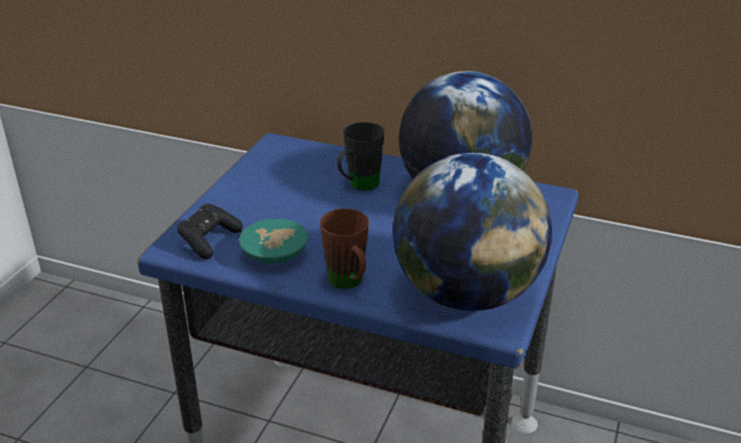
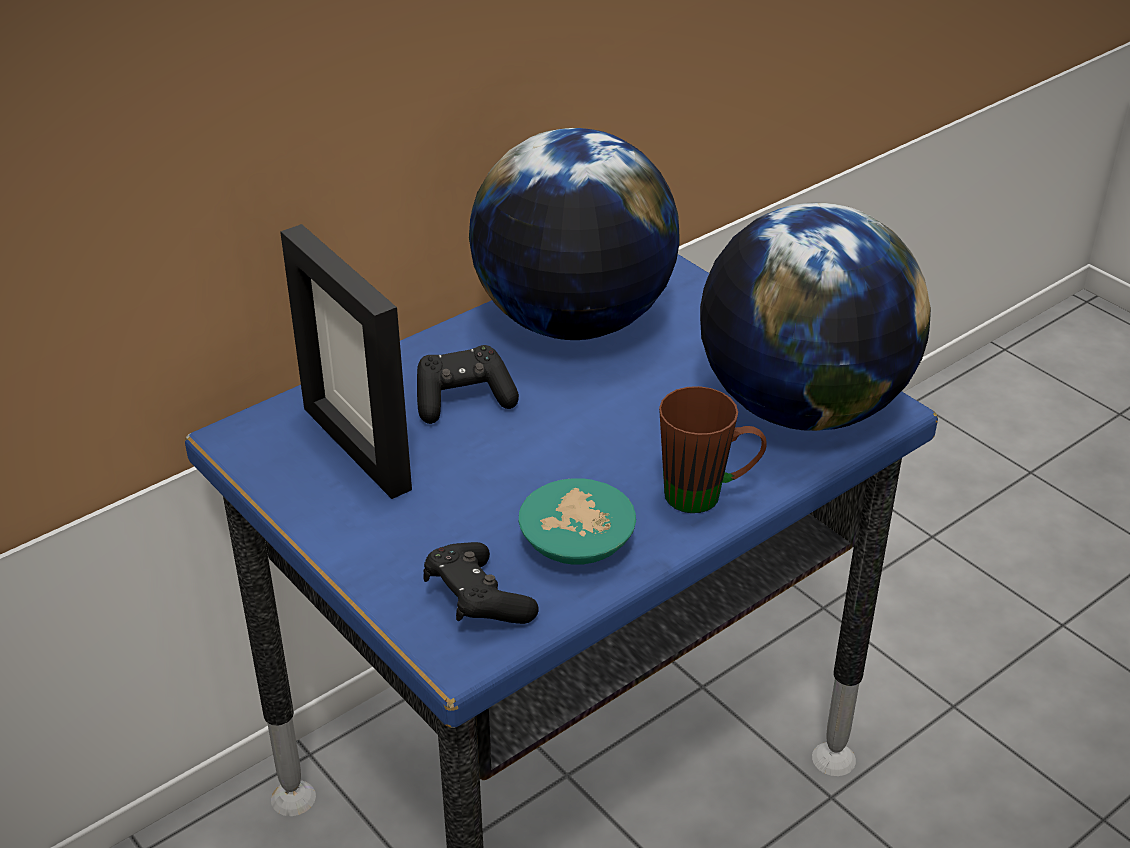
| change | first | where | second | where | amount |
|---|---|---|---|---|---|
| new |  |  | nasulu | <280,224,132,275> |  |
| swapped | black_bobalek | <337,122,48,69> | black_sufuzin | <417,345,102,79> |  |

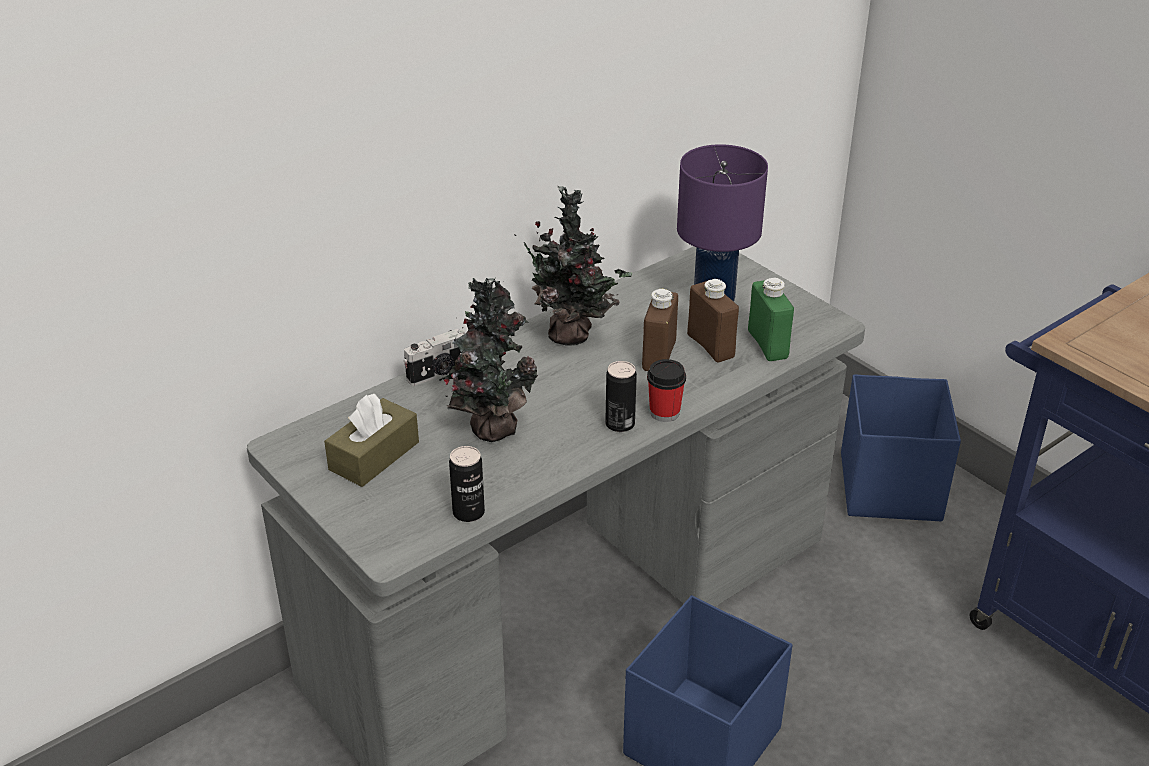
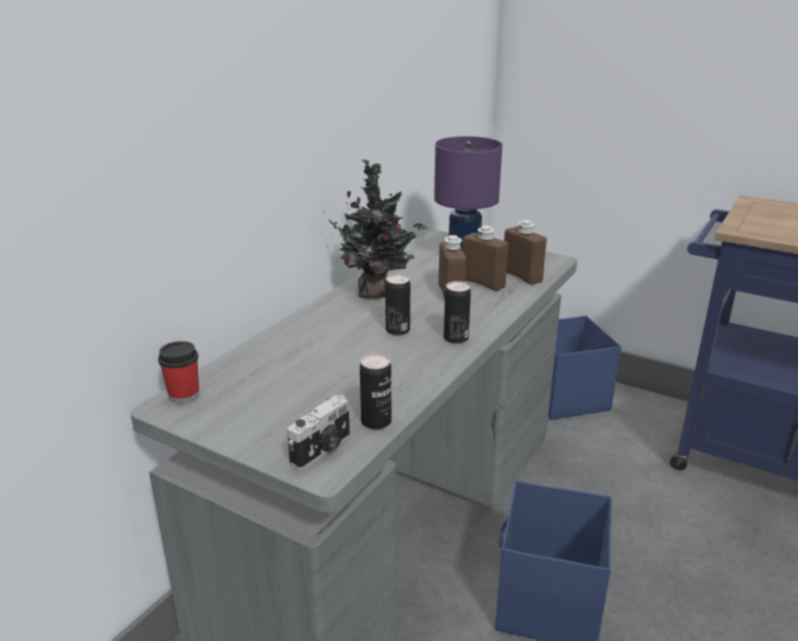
| change | first | where | second | where | amount |
|---|---|---|---|---|---|
| gone | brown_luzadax | <324,394,95,93> |  |  |  |
| gone | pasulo | <439,278,99,164> |  |  |  |
| new |  |  | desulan | <385,274,25,61> |  |
| shifted | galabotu | <404,329,61,57> |  | <287,395,63,75> |  |
| shifted | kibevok | <647,359,39,63> |  | <158,341,41,63> |  |
| repainted | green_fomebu | <748,278,46,83> | brown_fomebu | <504,220,43,65> |  |

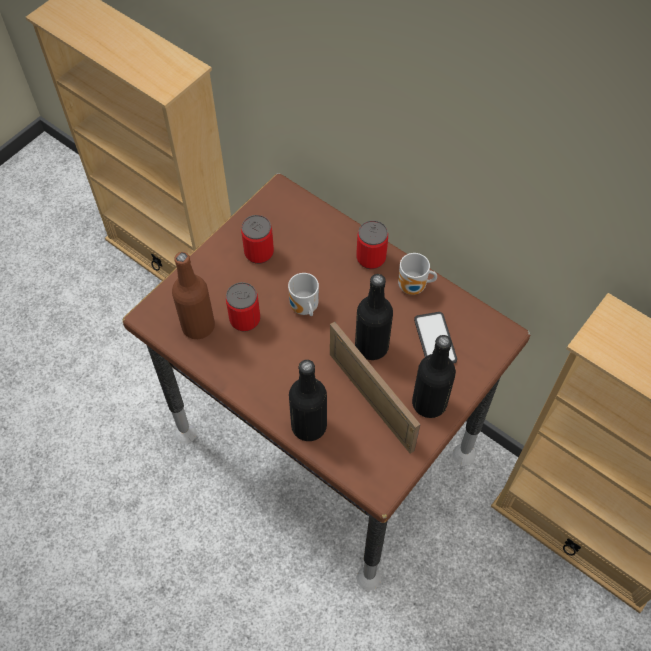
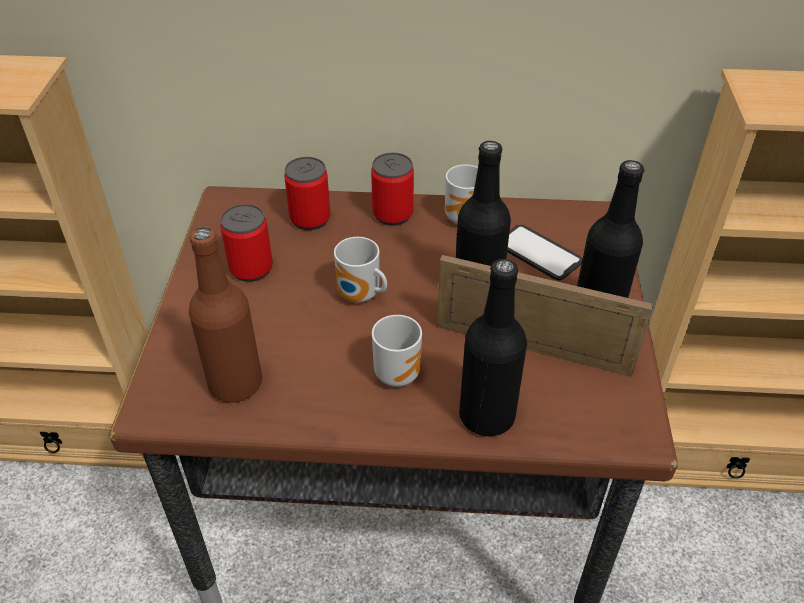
| change | first | where | second | where | amount |
|---|---|---|---|---|---|
| new |  |  | bobalek | <372,315,50,72> |  |
| shifted | desulan | <226,282,34,50> |  | <284,157,46,73> |  |

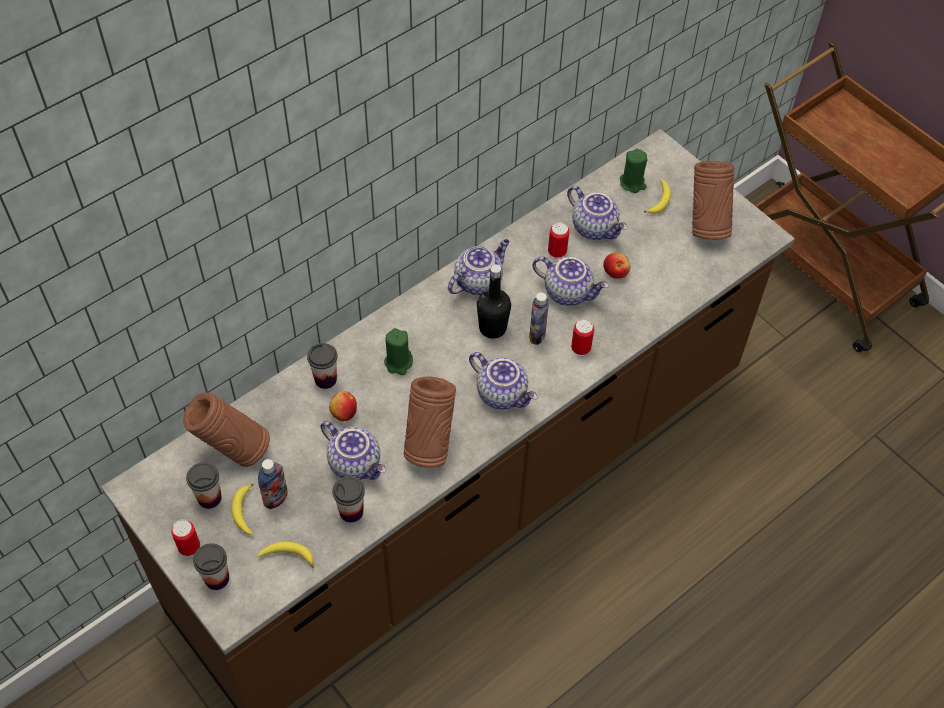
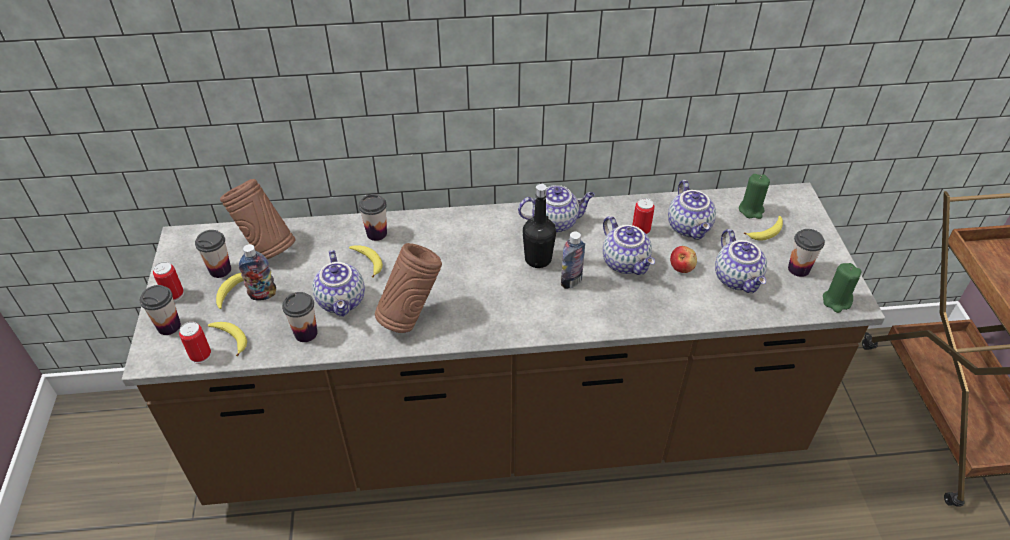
| change | first | where | second | where | amount |
|---|---|---|---|---|---|
| shifted | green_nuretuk | <384,328,29,47> |  | <823,263,38,50> |  |
| shifted | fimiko | <469,352,69,58> |  | <715,229,52,64> |  |
| shifted | desulan | <571,319,23,37> |  | <179,322,32,42> |  |
| swapped | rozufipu | <329,391,28,30> | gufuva | <349,245,34,32> |  |
| swapped | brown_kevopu | <692,161,42,79> | kibevok | <788,229,37,48> |  |

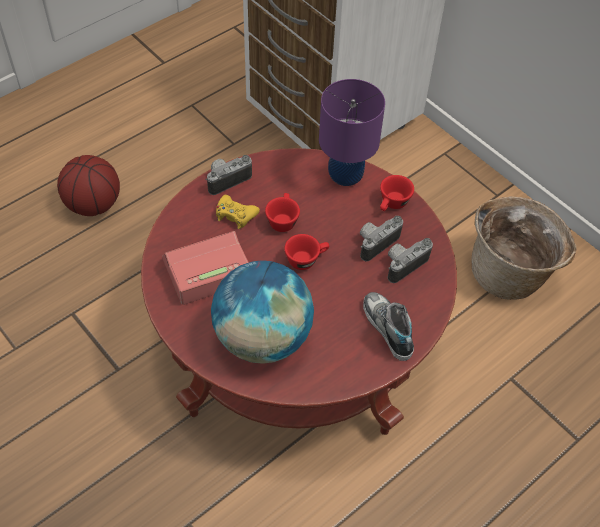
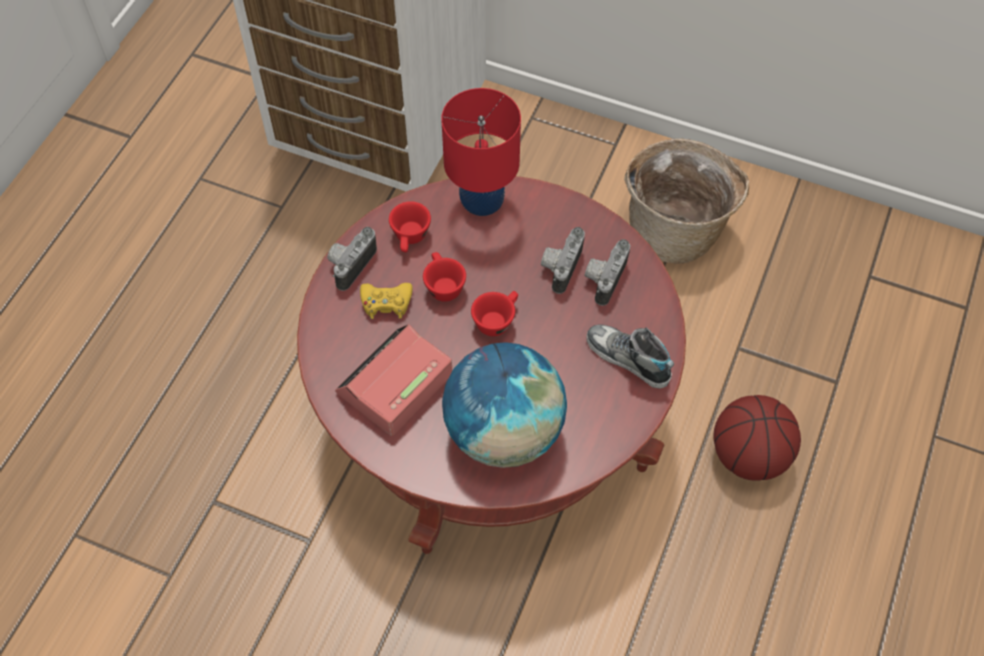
| change | first | where | second | where | amount |
|---|---|---|---|---|---|
| shifted | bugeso | <57,155,63,61> |  | <713,395,88,86> |  |
| shifted | red_kibevok | <380,175,34,36> |  | <389,201,42,51> |  |
| repainted | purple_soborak | <319,79,66,107> | red_soborak | <441,88,80,128> |  |

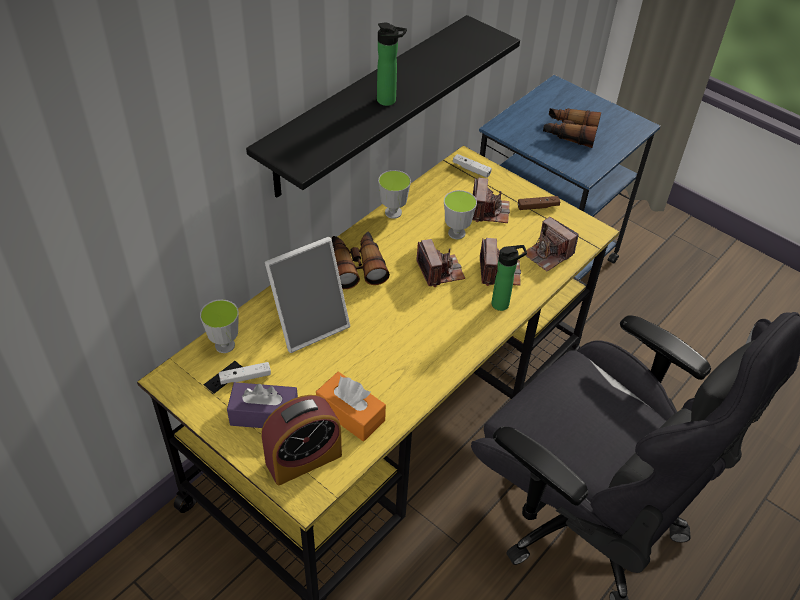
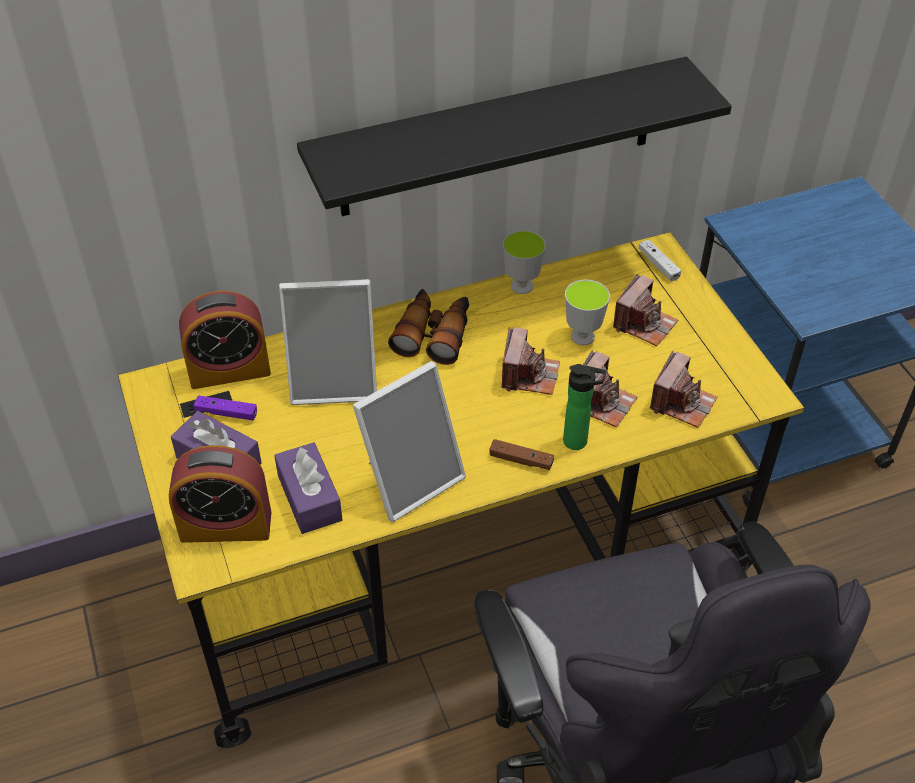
| change | first | where | second | where | amount |
|---|---|---|---|---|---|
| gone | fomebu | <377,23,30,83> |  |  |  |
| gone | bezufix | <543,108,58,40> |  |  |  |
| new |  |  | nasulu | <353,361,113,161> |  |
| shifted | brown_sufuzin | <518,196,42,14> |  | <489,439,65,31> |  |
| swapped | kibevok | <200,299,39,54> | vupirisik | <179,291,92,98> |  |
| repainted | white_sufuzin | <219,362,52,23> | purple_sufuzin | <194,395,63,25> |  |
| repainted | orange_luzadax | <316,372,70,69> | purple_luzadax | <274,442,68,92> |  |
| rotated | galabotu | <523,217,56,55> |  | <650,351,68,77> | 135 degrees counterclockwise |

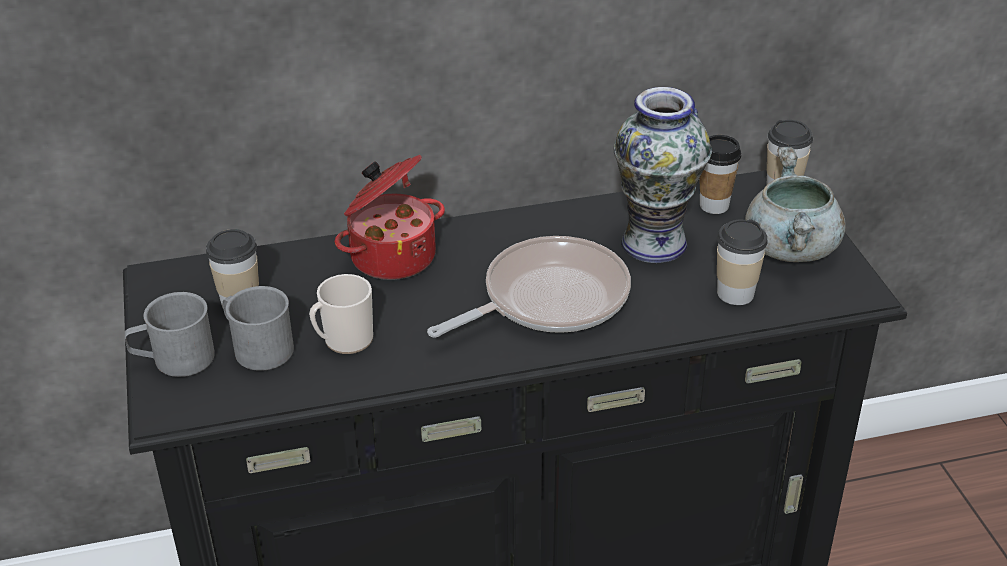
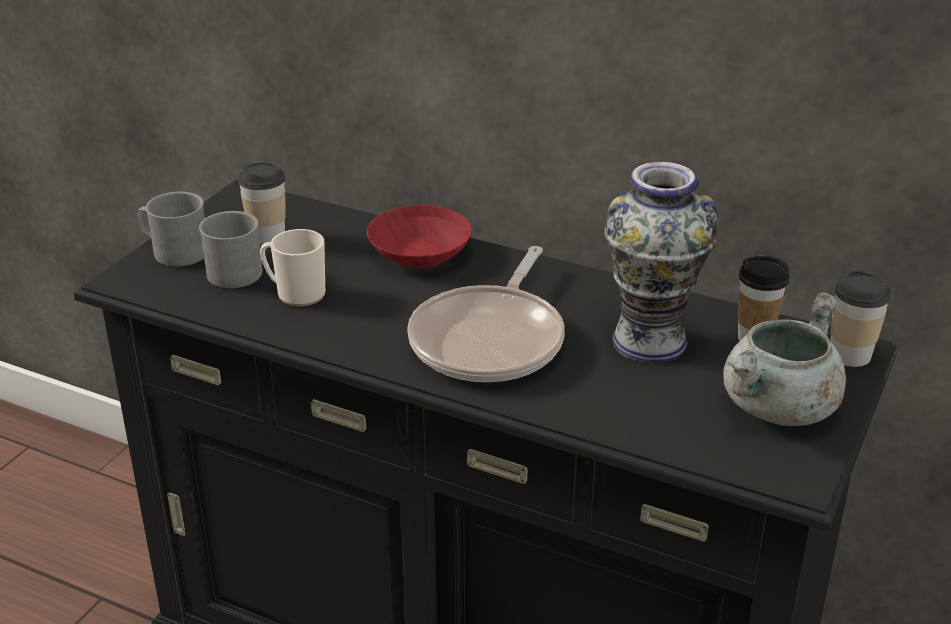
| change | first | where | second | where | amount |
|---|---|---|---|---|---|
| gone | kibevok | <717,219,51,86> |  |  |  |
| swapped | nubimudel | <335,155,110,125> | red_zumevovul | <367,205,105,63> |  |
| rotated | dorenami | <427,236,204,102> |  | <407,246,157,136> | 105 degrees clockwise |

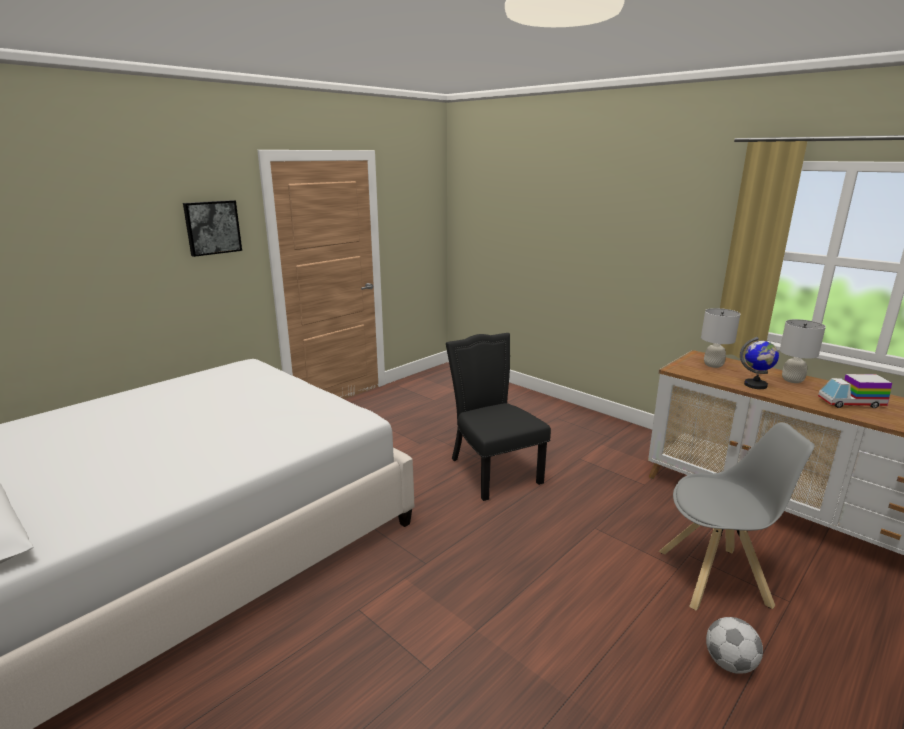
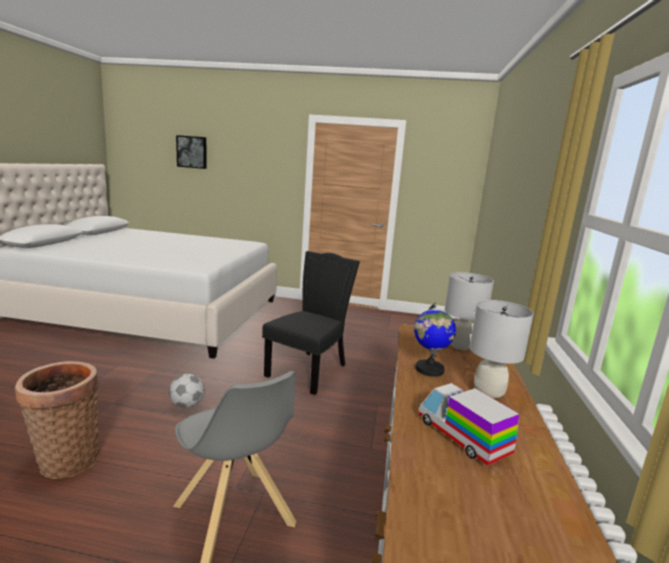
| change | first | where | second | where | amount |
|---|---|---|---|---|---|
| new |  |  | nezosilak | <15,361,84,118> |  |
| shifted | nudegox | <183,200,59,57> |  | <176,135,31,34> |  |
| shifted | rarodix | <706,617,57,57> |  | <169,374,35,34> |  |

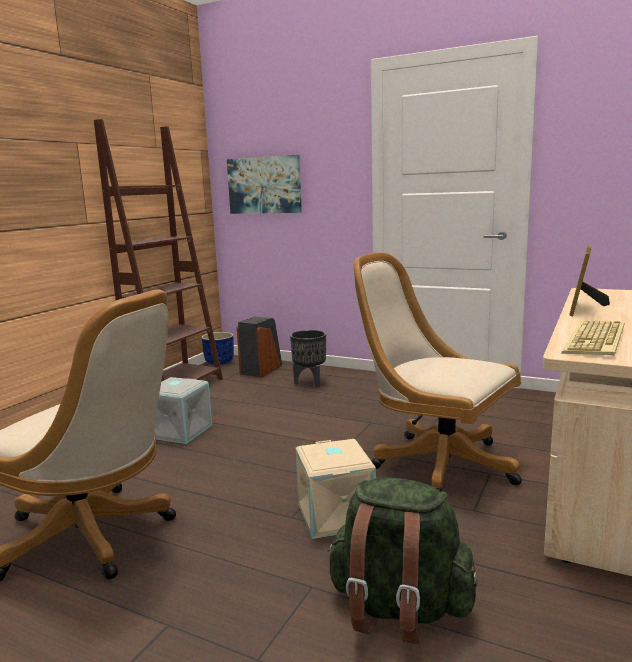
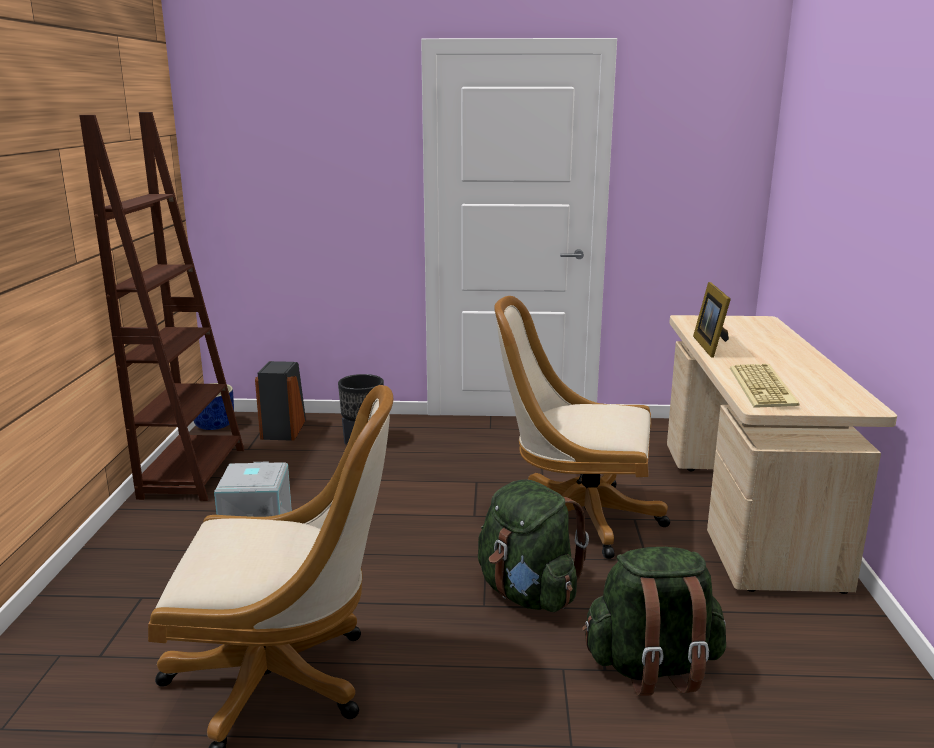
| change | first | where | second | where | amount |
|---|---|---|---|---|---|
| gone | nudegox | <227,155,75,59> |  |  |  |
| swapped | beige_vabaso | <296,439,80,100> | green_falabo | <478,479,111,133> |  |

